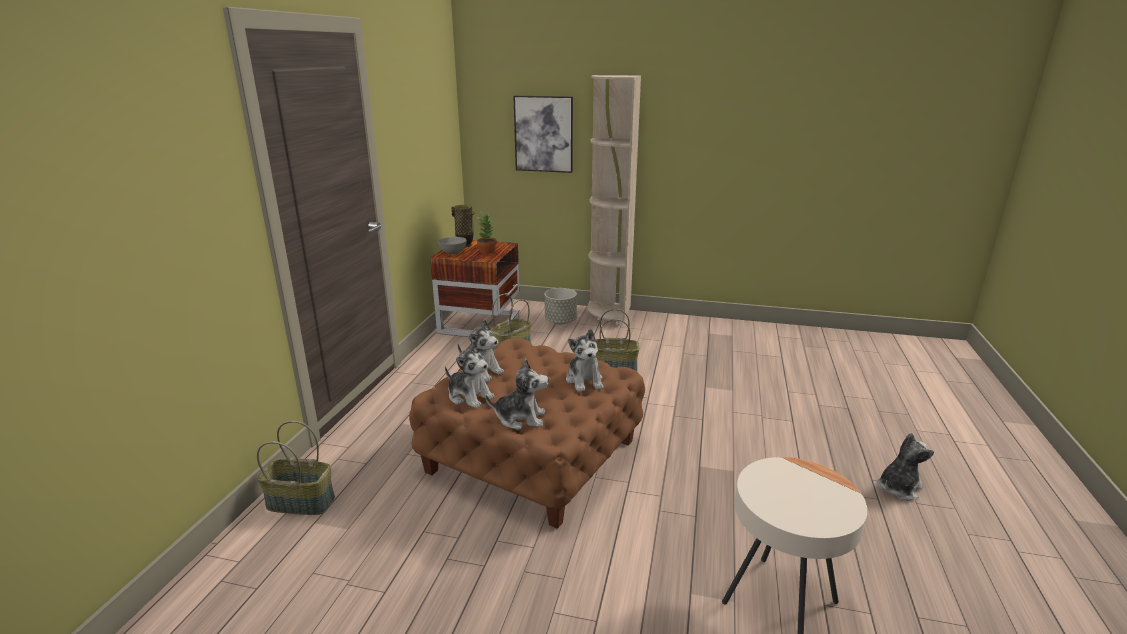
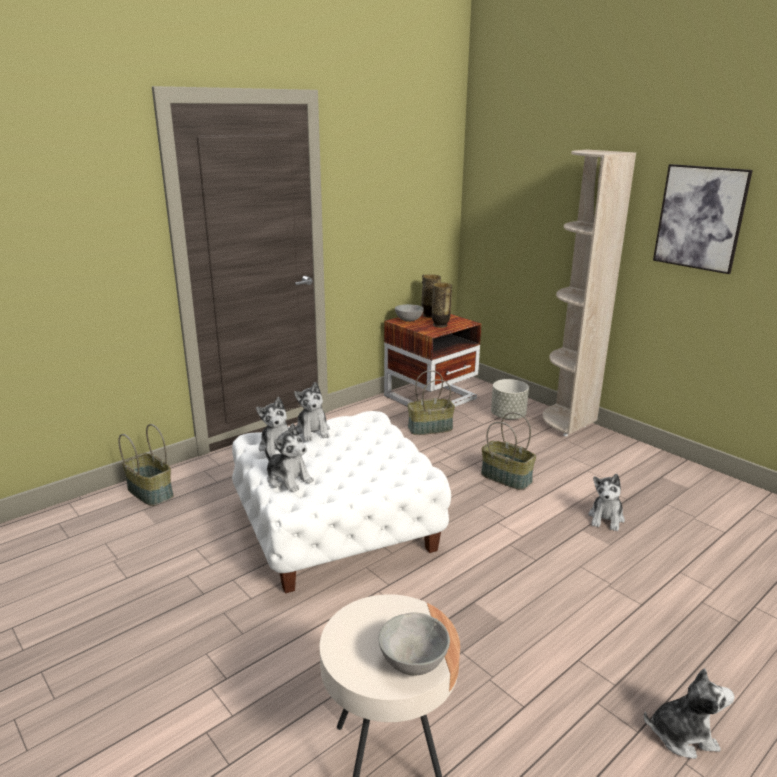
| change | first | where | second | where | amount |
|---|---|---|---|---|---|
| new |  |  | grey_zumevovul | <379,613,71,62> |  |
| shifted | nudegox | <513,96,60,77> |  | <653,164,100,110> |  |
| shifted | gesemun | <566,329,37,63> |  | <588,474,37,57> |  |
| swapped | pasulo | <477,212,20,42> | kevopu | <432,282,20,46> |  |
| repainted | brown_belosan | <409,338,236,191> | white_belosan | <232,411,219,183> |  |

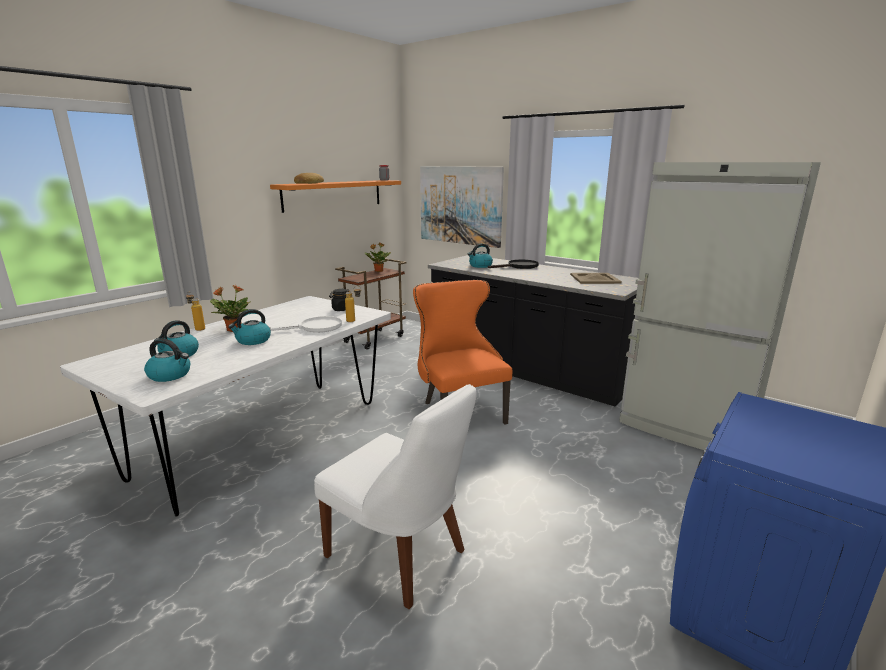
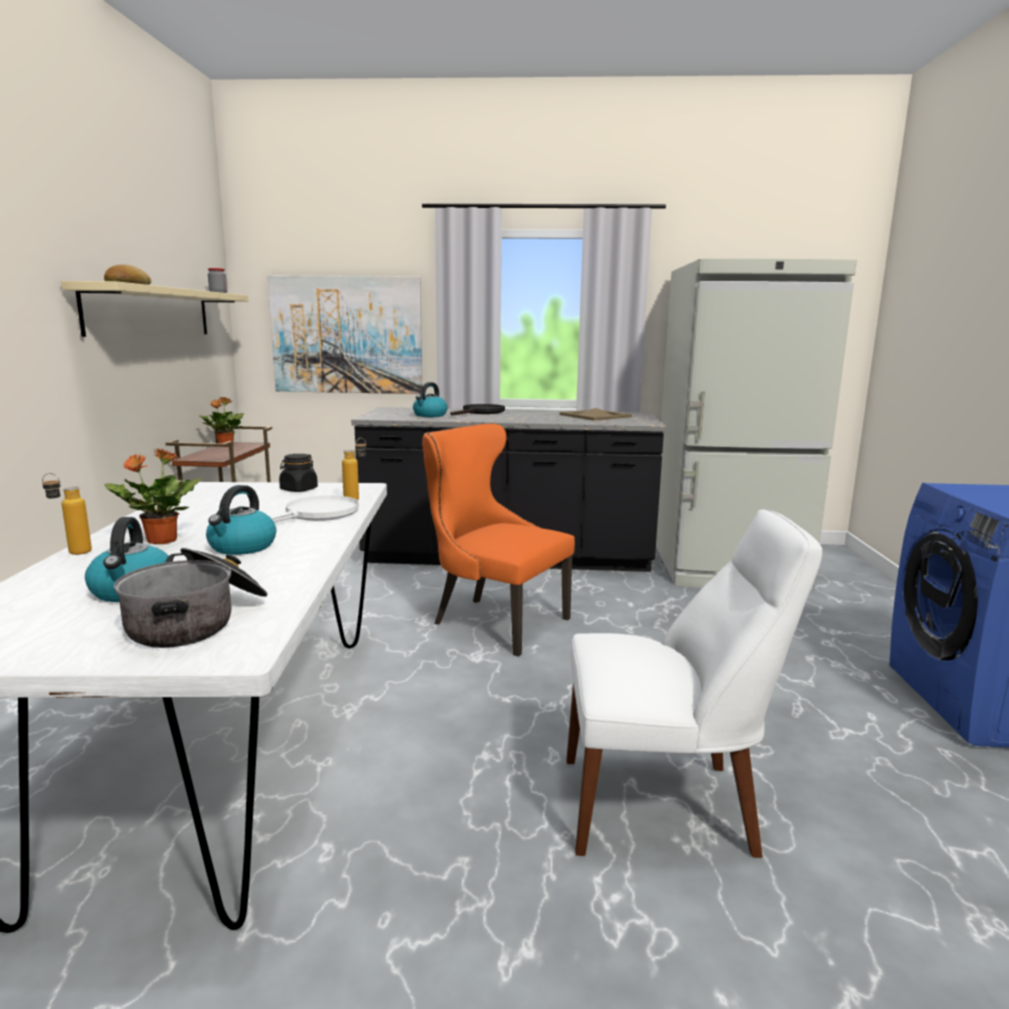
| change | first | where | second | where | amount |
|---|---|---|---|---|---|
| swapped | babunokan | <144,339,46,43> | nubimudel | <114,548,154,100> |  |
| repainted | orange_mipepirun | <270,180,131,33> | beige_mipepirun | <61,281,187,56> |  |

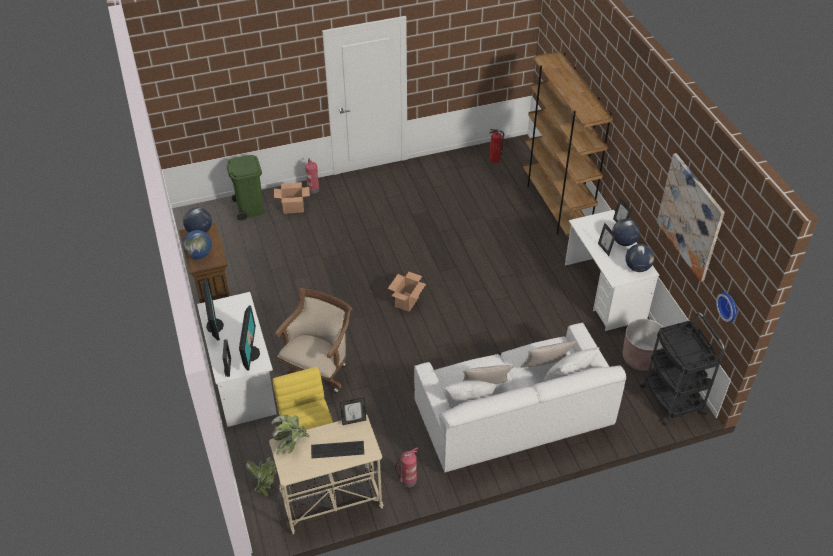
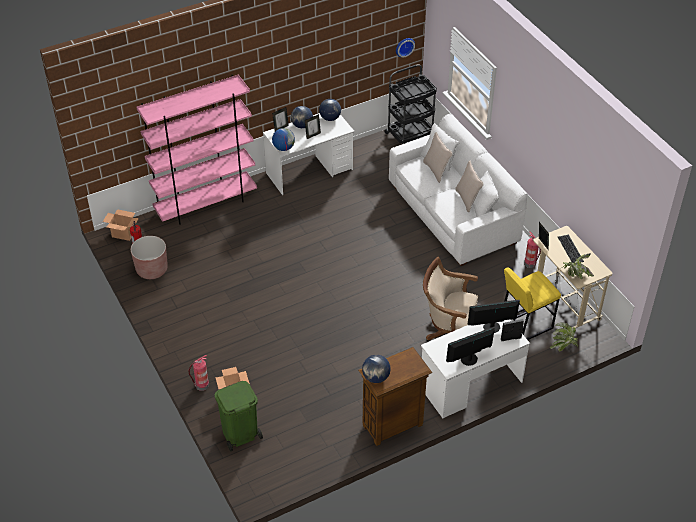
| change | first | where | second | where | amount |
|---|---|---|---|---|---|
| gone | nudegox | <657,153,68,129> |  |  |  |
| shifted | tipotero | <183,230,29,29> |  | <272,128,23,23> |  |
| shifted | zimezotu | <388,272,38,40> |  | <103,209,36,32> |  |
| shifted | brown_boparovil | <623,319,40,52> |  | <131,236,37,43> |  |
| repainted | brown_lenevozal | <523,51,90,186> | pink_lenevozal | <137,75,120,150> |  |

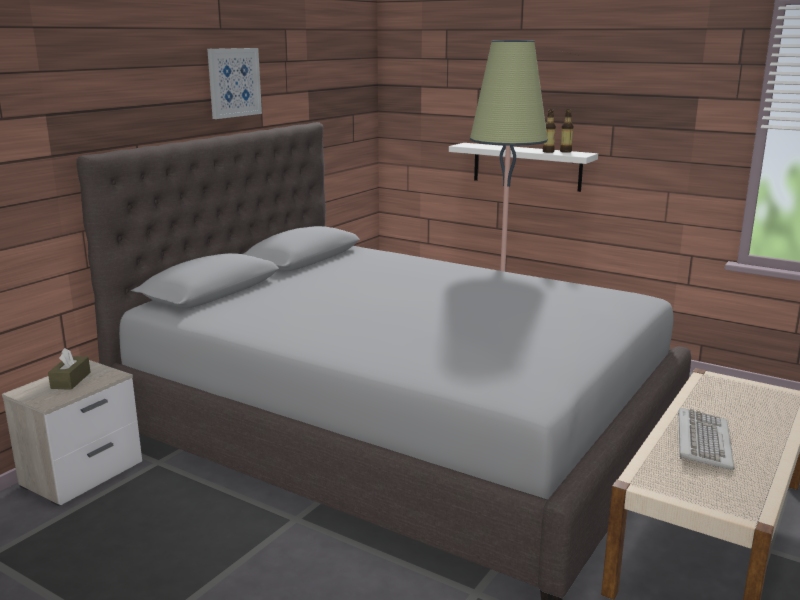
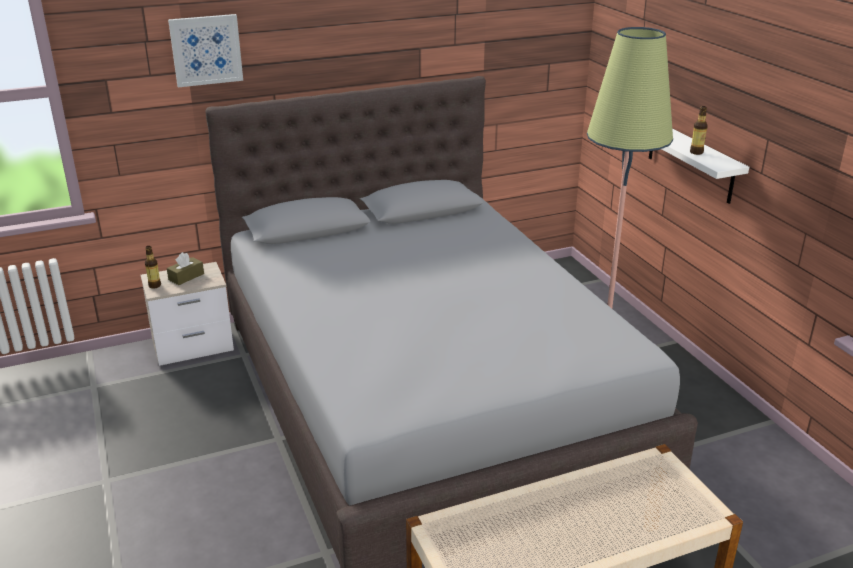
| change | first | where | second | where | amount |
|---|---|---|---|---|---|
| gone | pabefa | <678,408,56,62> |  |  |  |
| shifted | nudegox | <207,48,55,71> |  | <168,14,75,73> |  |
| shifted | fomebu | <560,109,13,44> |  | <145,246,16,42> |  |

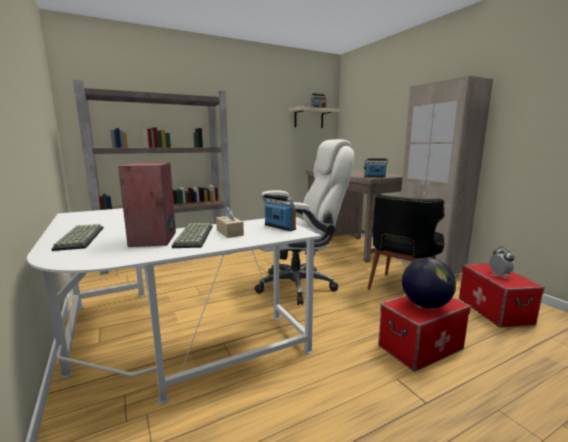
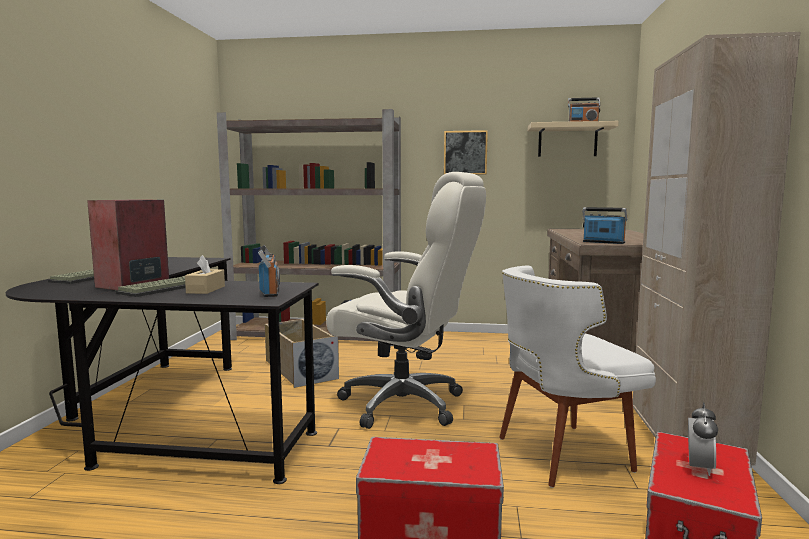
| change | first | where | second | where | amount |
|---|---|---|---|---|---|
| gone | tipotero | <402,258,54,50> |  |  |  |
| new |  |  | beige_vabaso | <265,319,74,69> |  |
| new |  |  | nudegox | <444,130,44,45> |  |
| repainted | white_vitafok | <27,208,295,197> | black_vitafok | <6,257,313,227> |  |
| repainted | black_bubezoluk | <367,193,77,97> | white_bubezoluk | <499,265,157,223> |  |

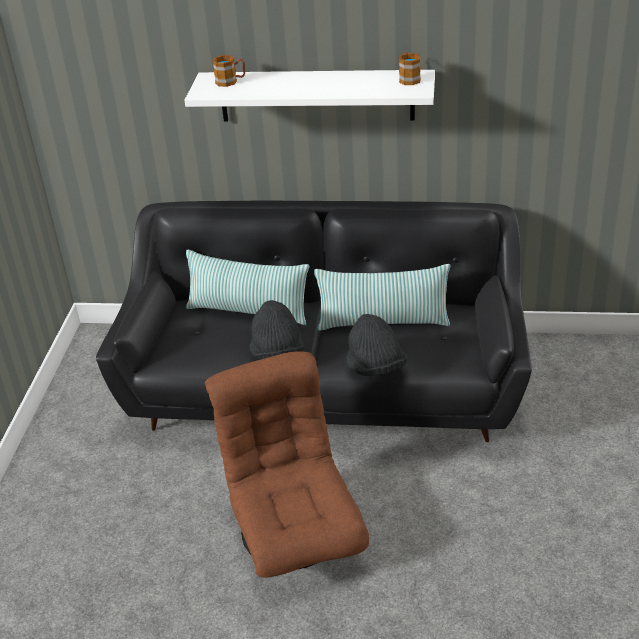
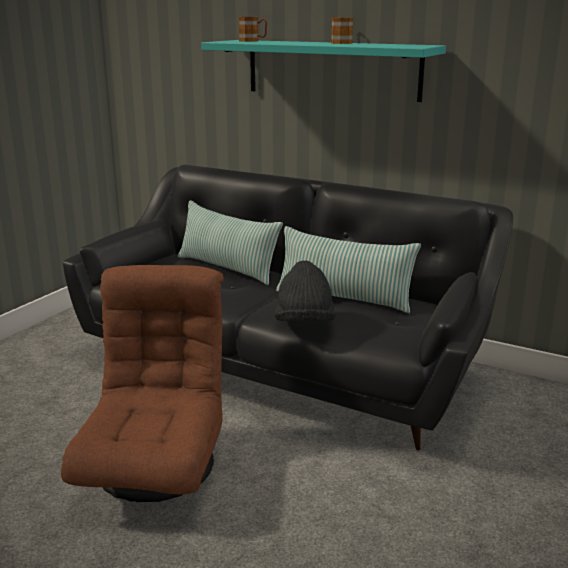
| change | first | where | second | where | amount |
|---|---|---|---|---|---|
| gone | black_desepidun | <249,300,56,60> |  |  |  |
| shifted | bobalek | <399,52,22,33> |  | <331,17,22,27> |  |
| repainted | white_mipepirun | <184,70,251,52> | turquoise_mipepirun | <201,40,245,62> |  |

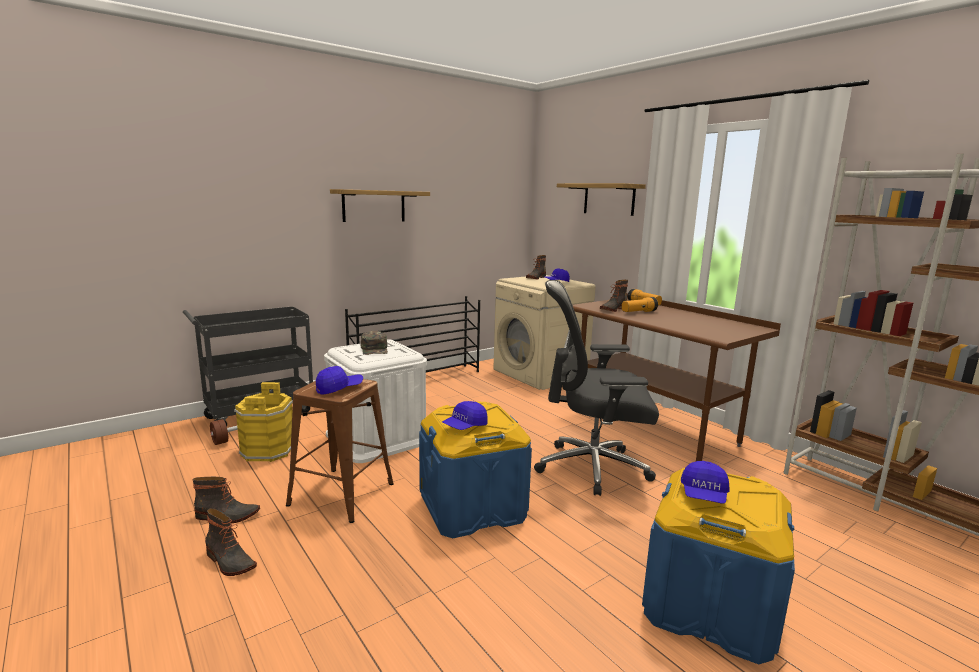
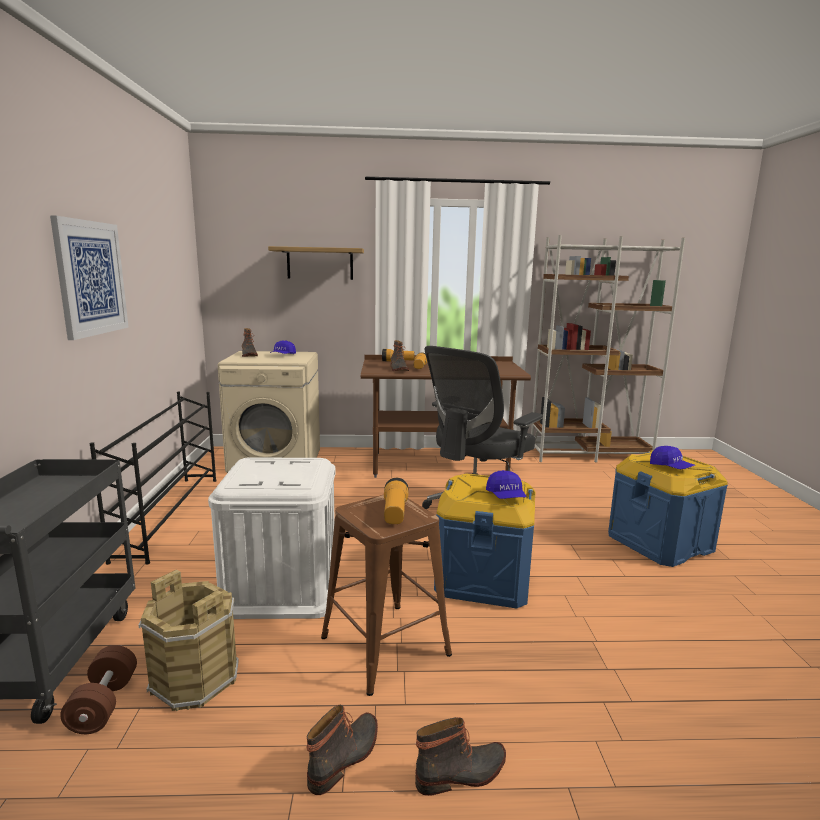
| change | first | where | second | where | amount |
|---|---|---|---|---|---|
| gone | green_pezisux | <361,331,27,24> |  |  |  |
| swapped | blue_pezisux | <316,366,47,29> | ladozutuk | <384,478,25,46> |  |
| swapped | mipepirun | <330,189,100,33> | nudegox | <50,215,78,125> |  |
| repainted | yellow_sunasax | <234,382,59,80> | brown_sunasax | <138,569,101,142> |  |

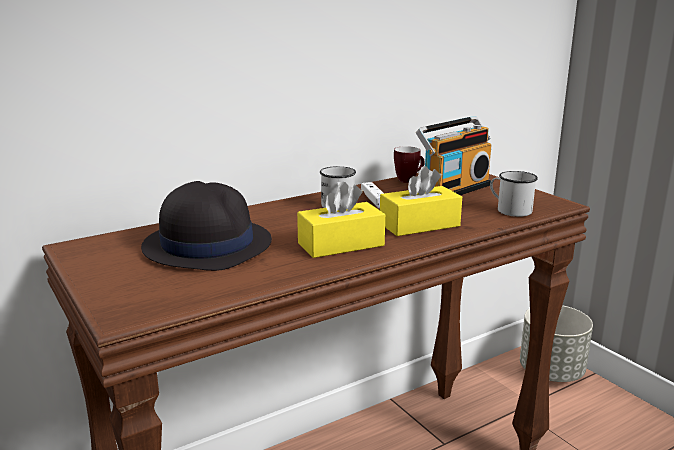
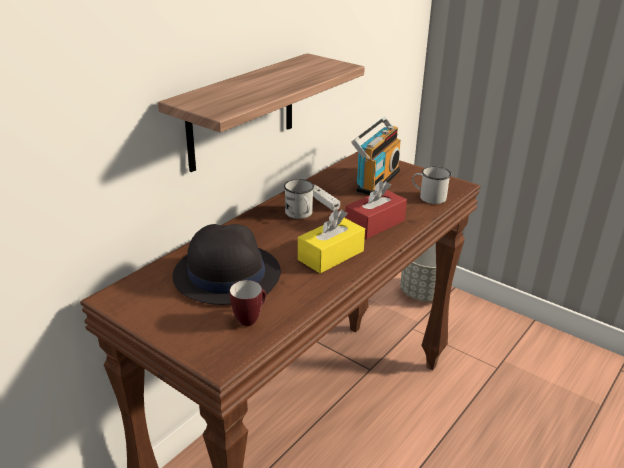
| change | first | where | second | where | amount |
|---|---|---|---|---|---|
| new |  |  | mipepirun | <158,53,207,119> |  |
| shifted | bobalek | <394,146,31,37> |  | <230,280,36,46> |  |
| repainted | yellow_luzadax | <380,166,82,70> | red_luzadax | <345,181,62,58> |  |

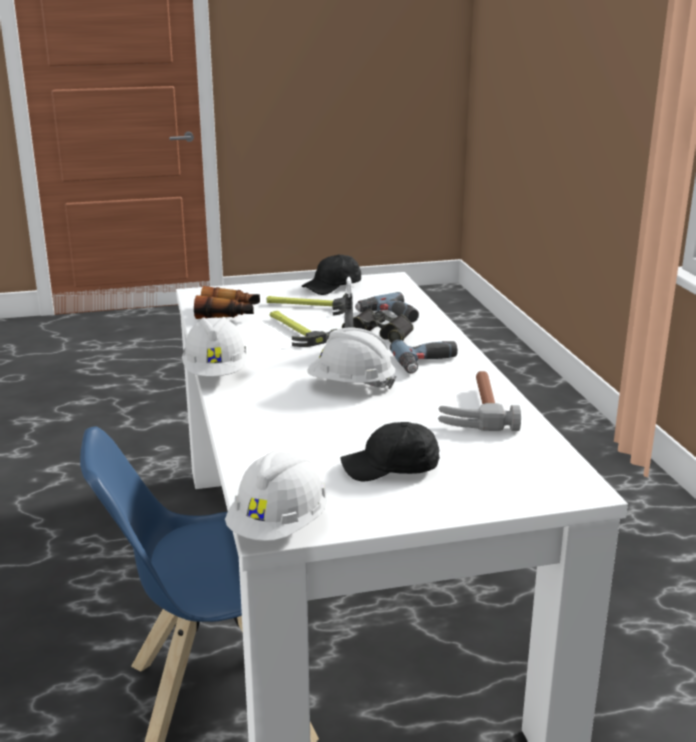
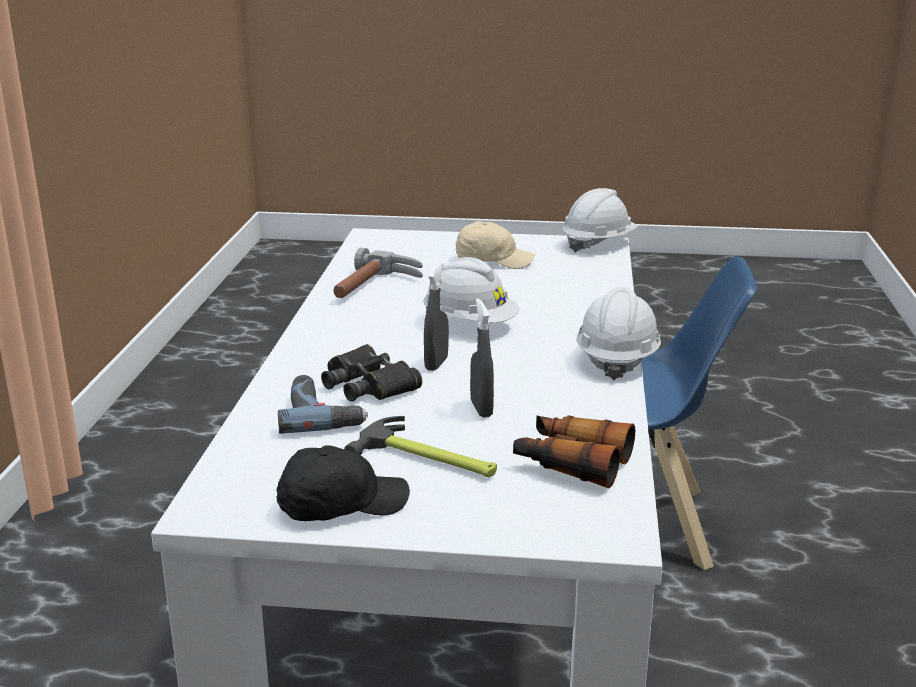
| change | first | where | second | where | amount |
|---|---|---|---|---|---|
| gone | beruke | <390,339,68,34> |  |  |  |
| swapped | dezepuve | <270,311,67,36> | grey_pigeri | <470,298,24,119> |  |
| repainted | black_pezisux | <341,422,99,59> | beige_pezisux | <455,221,80,48> |  |

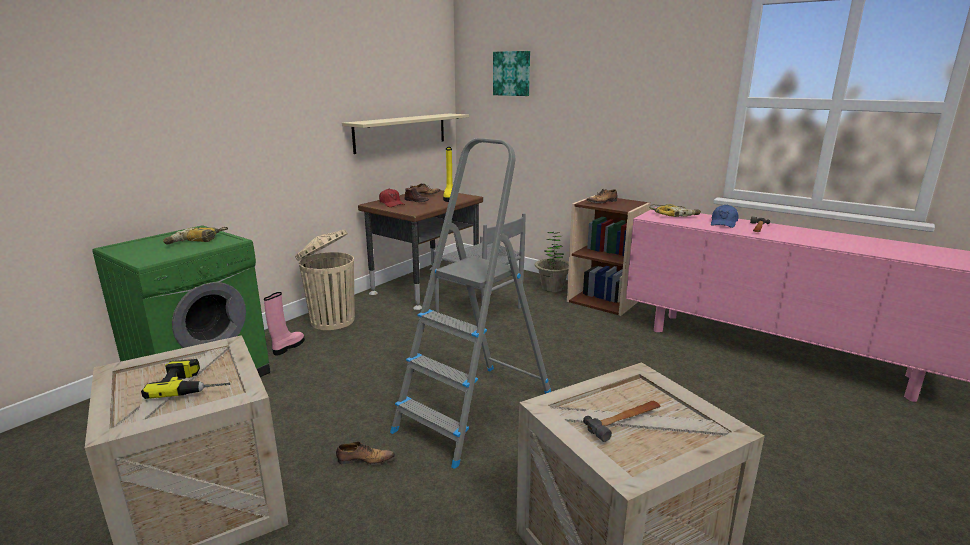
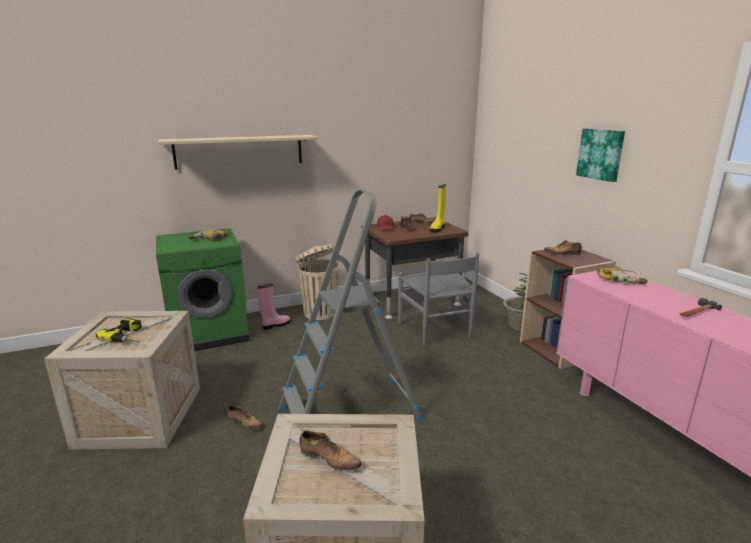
| change | first | where | second | where | amount |
|---|---|---|---|---|---|
| gone | blue_pezisux | <711,204,27,24> |  |  |  |
| shifted | beige_mipepirun | <342,114,127,40> |  | <158,135,160,35> |  |
| shifted | nudegox | <493,51,37,45> |  | <576,128,49,54> |  |
| swapped | dezepuve | <583,401,78,41> | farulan | <299,431,63,40> |  |

